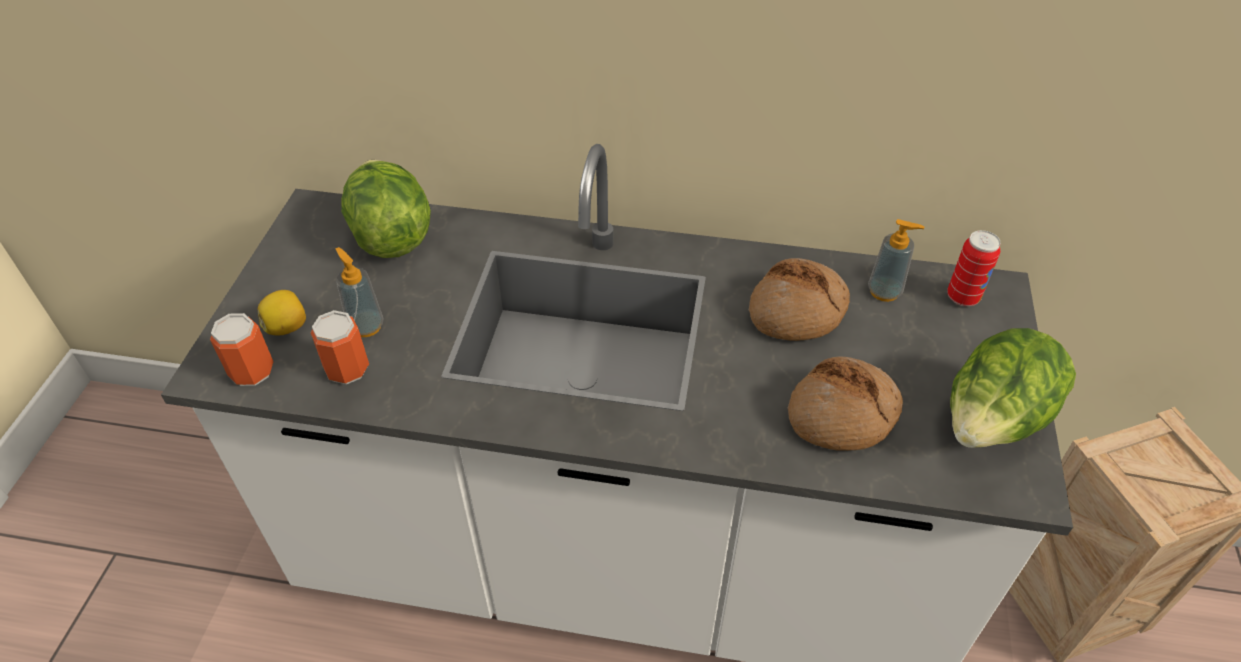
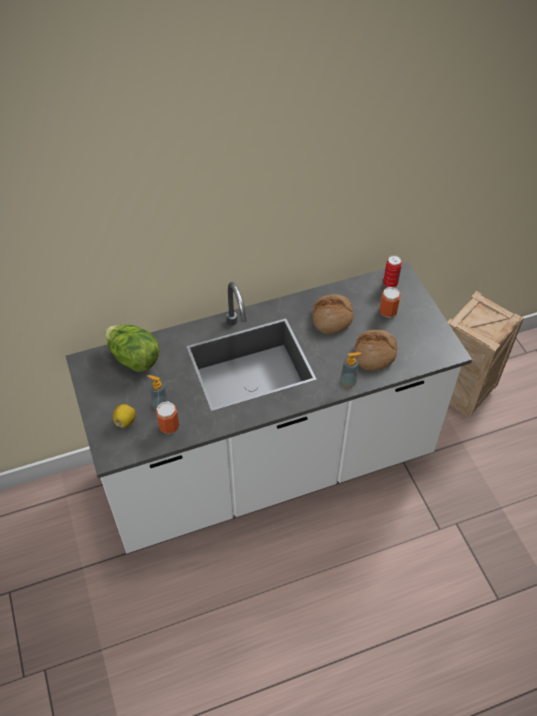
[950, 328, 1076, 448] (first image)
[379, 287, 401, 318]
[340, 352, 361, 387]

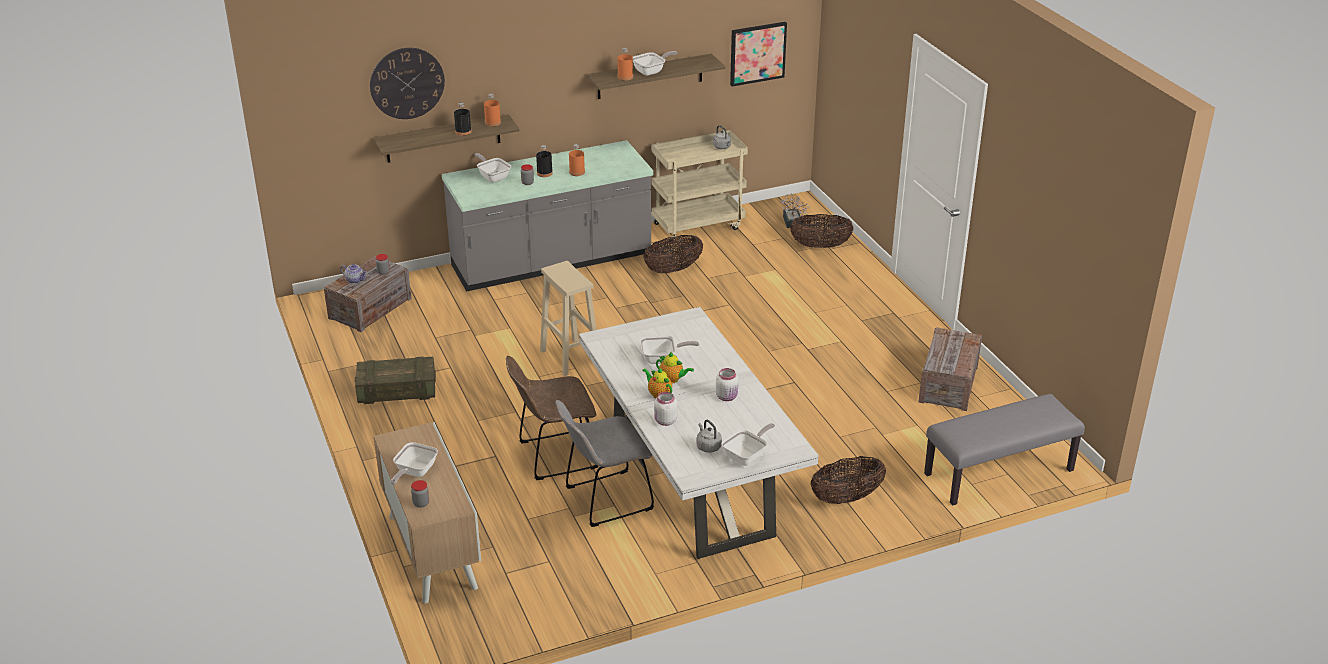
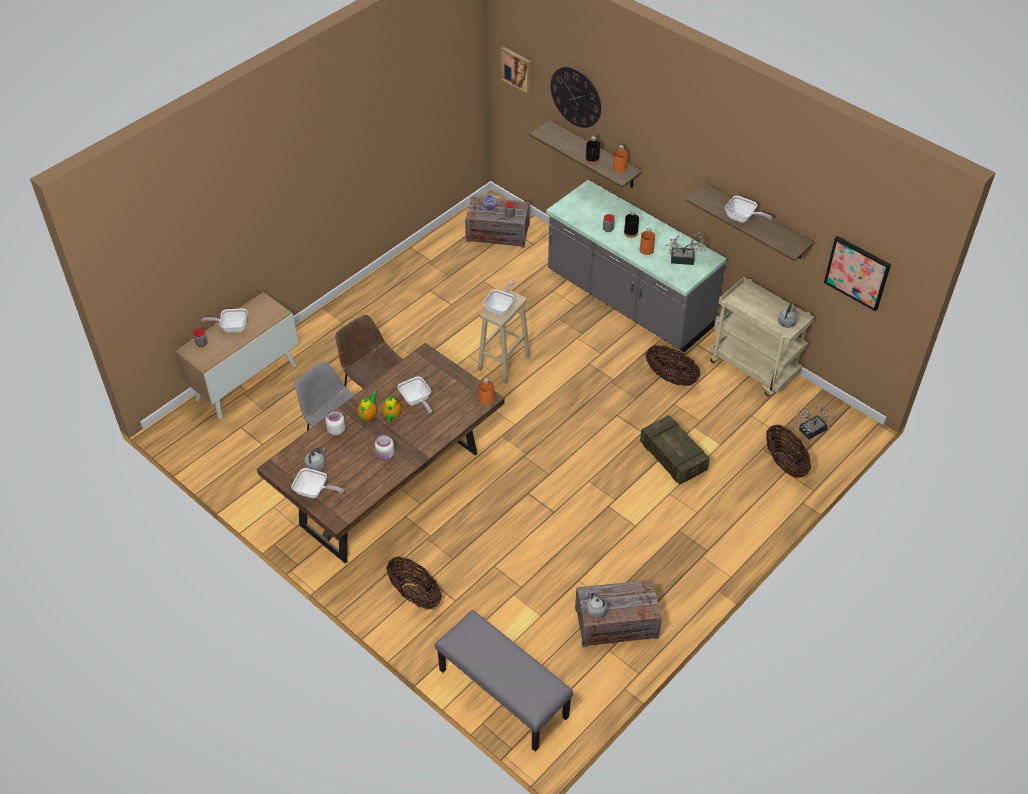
[500, 47, 531, 95]
[585, 592, 608, 618]
[666, 231, 706, 265]
[640, 415, 710, 485]
[483, 280, 515, 316]
[479, 378, 495, 406]
[257, 343, 505, 564]

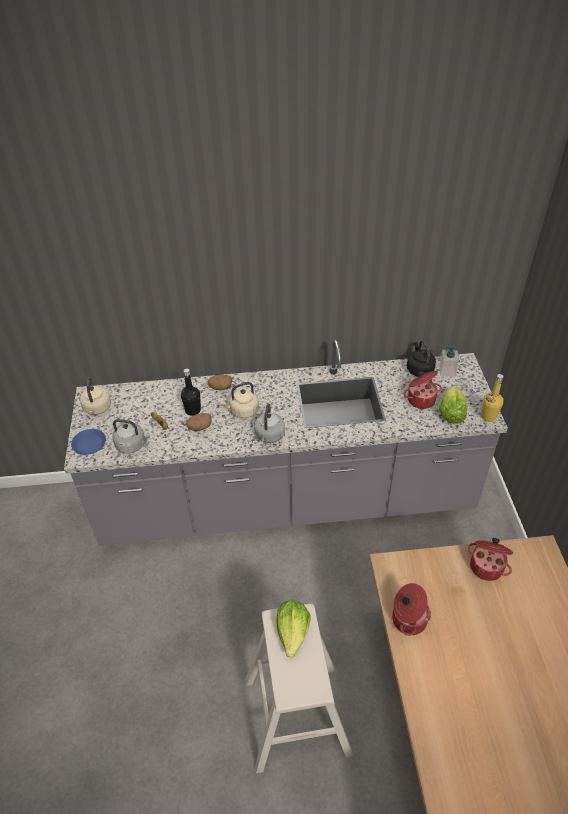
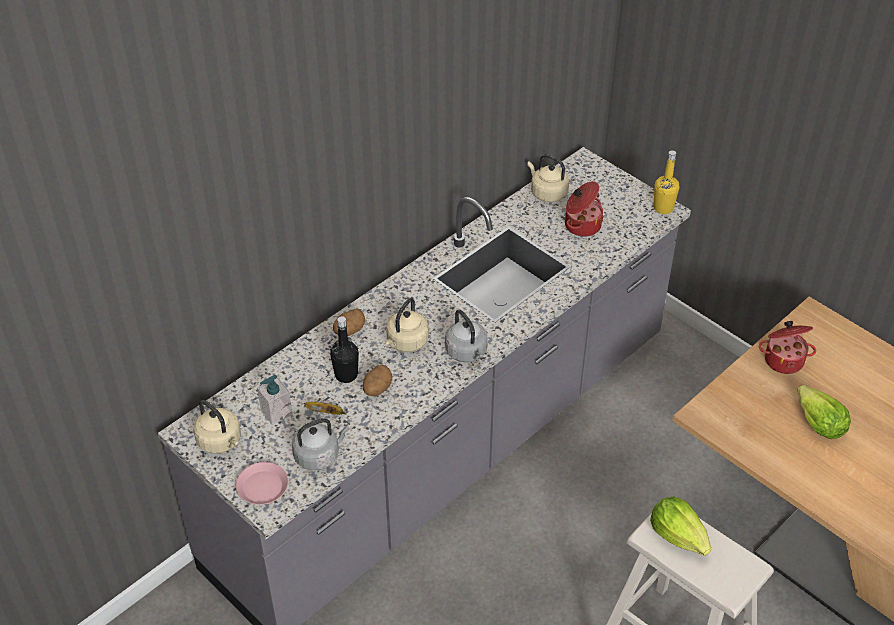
[392, 583, 431, 636] (first image)
[257, 375, 293, 425]
[797, 385, 851, 439]
[236, 462, 288, 505]
[527, 154, 569, 202]

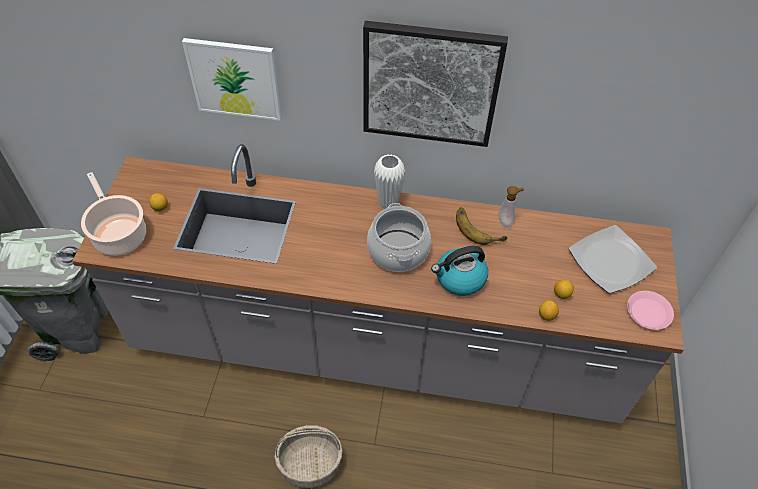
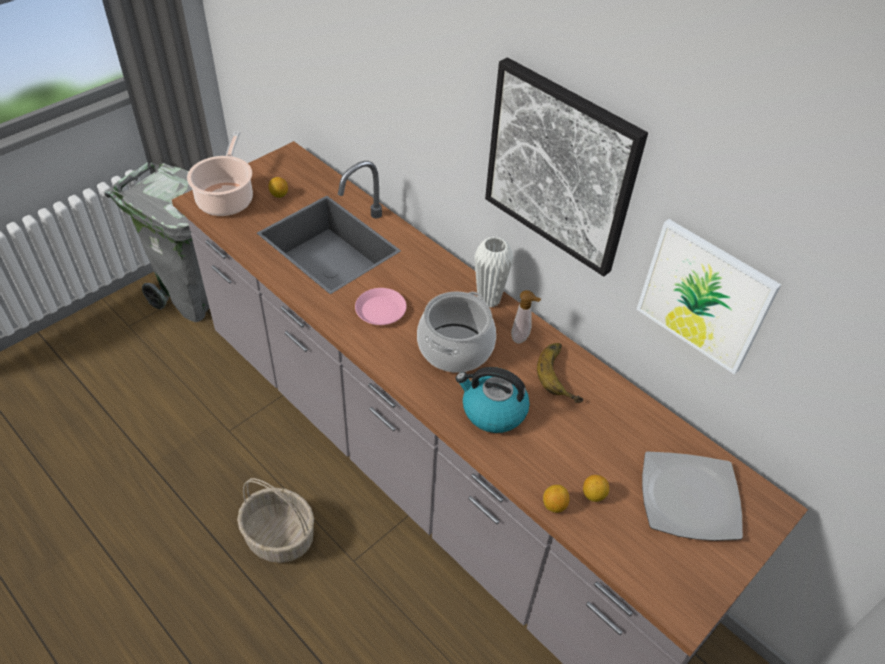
[636, 219, 781, 375]
[511, 290, 541, 344]
[355, 288, 407, 325]

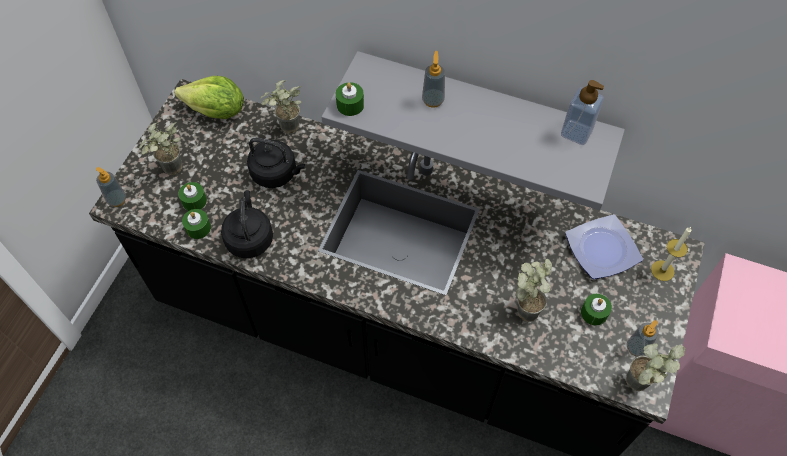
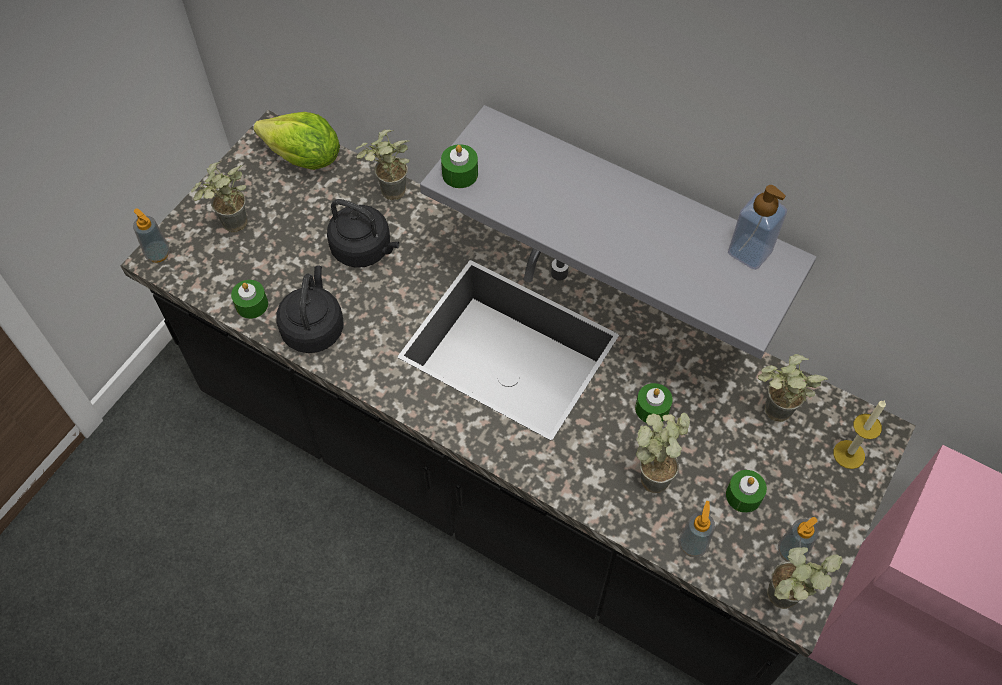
[635, 383, 673, 423]
[679, 501, 715, 557]
[758, 354, 828, 422]

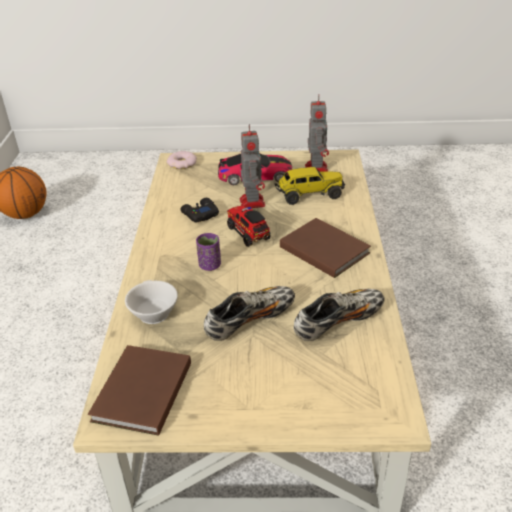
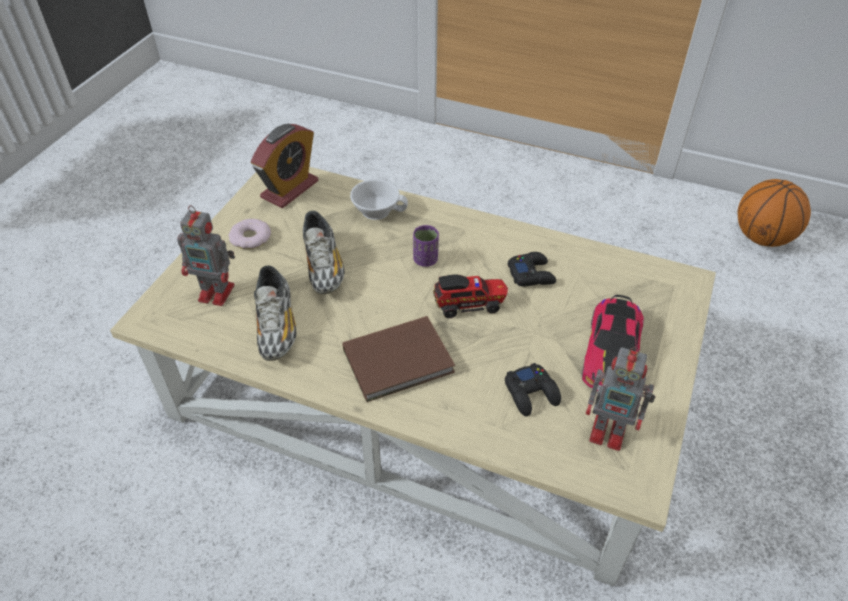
[228, 219, 271, 249]
[177, 205, 235, 306]
[251, 124, 318, 208]
[505, 363, 561, 416]

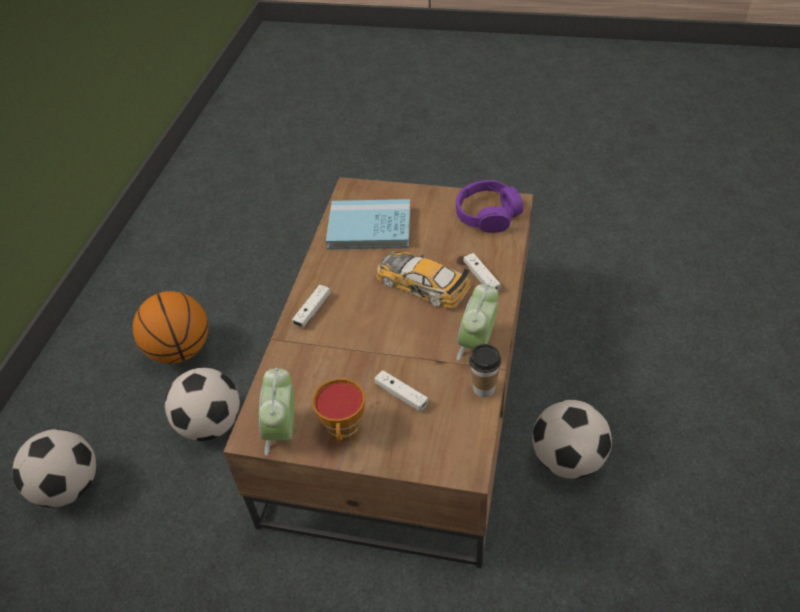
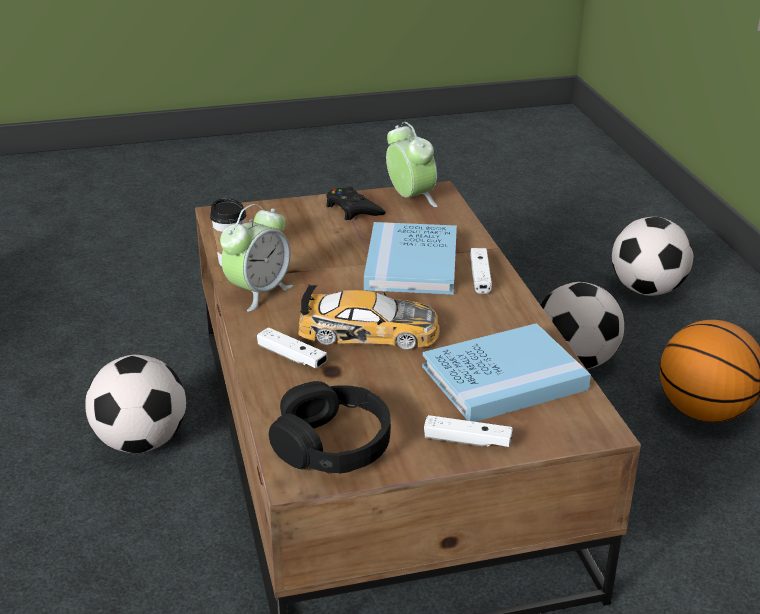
[364, 222, 457, 295]
[424, 415, 513, 447]
[326, 187, 385, 220]
[269, 381, 391, 474]
[220, 204, 293, 312]

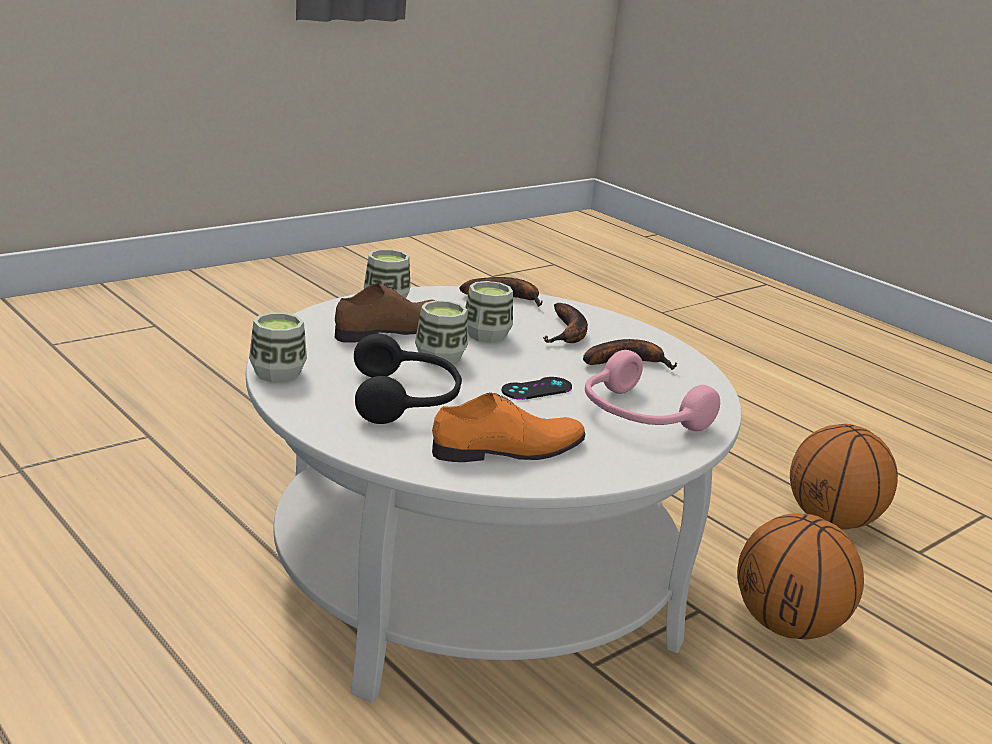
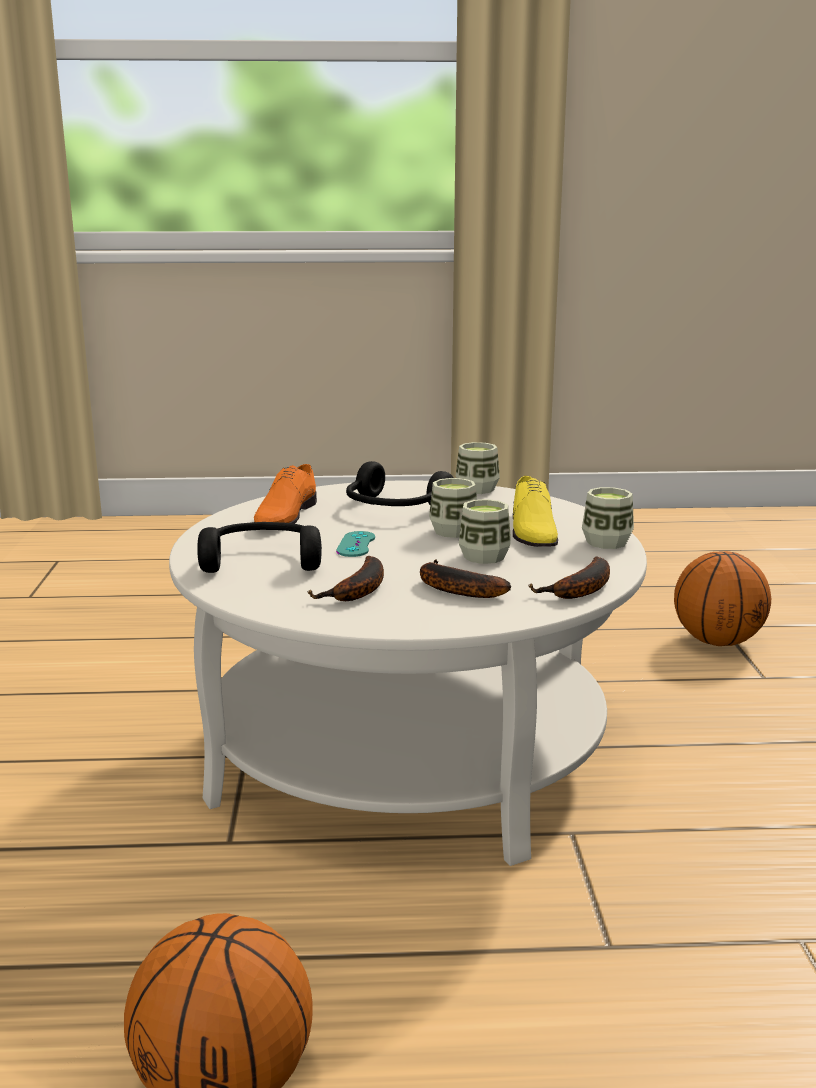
[674, 551, 771, 646]
[513, 476, 558, 547]
[336, 531, 375, 557]
[197, 522, 322, 573]

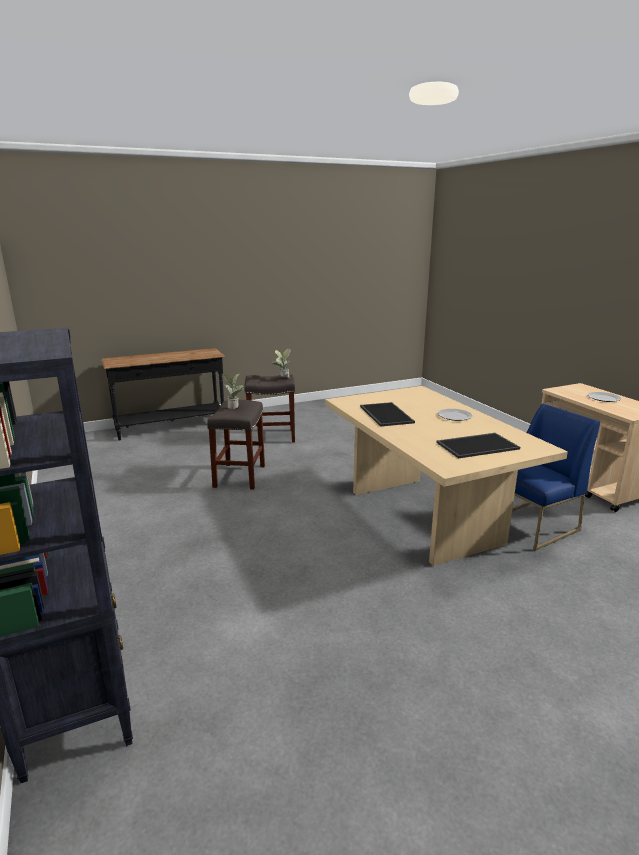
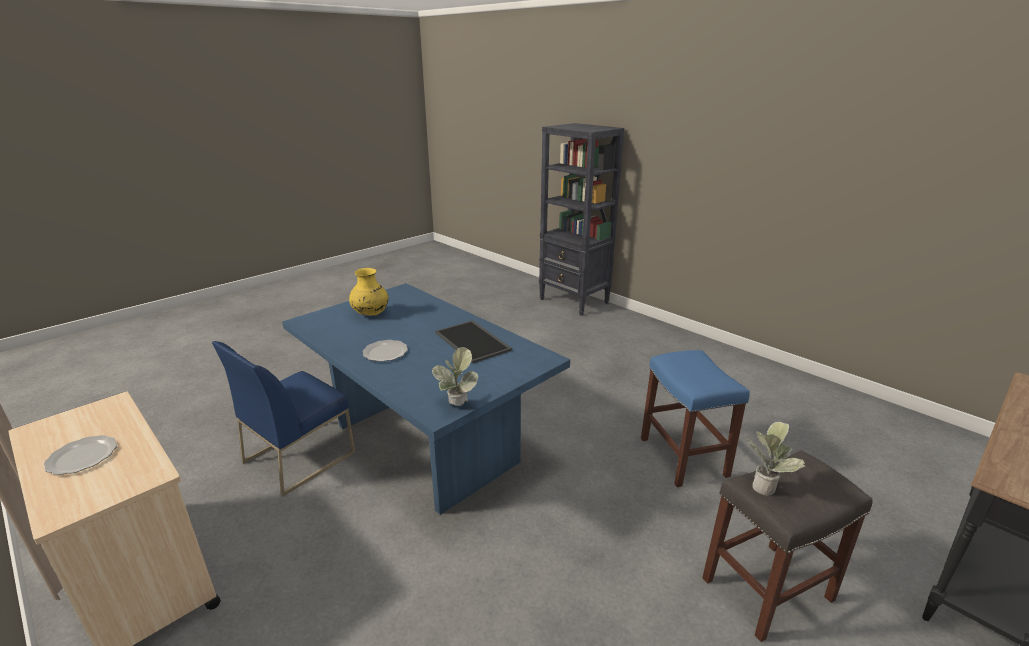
[432, 347, 478, 406]
[349, 268, 389, 316]
[641, 350, 750, 487]
[282, 283, 570, 515]

